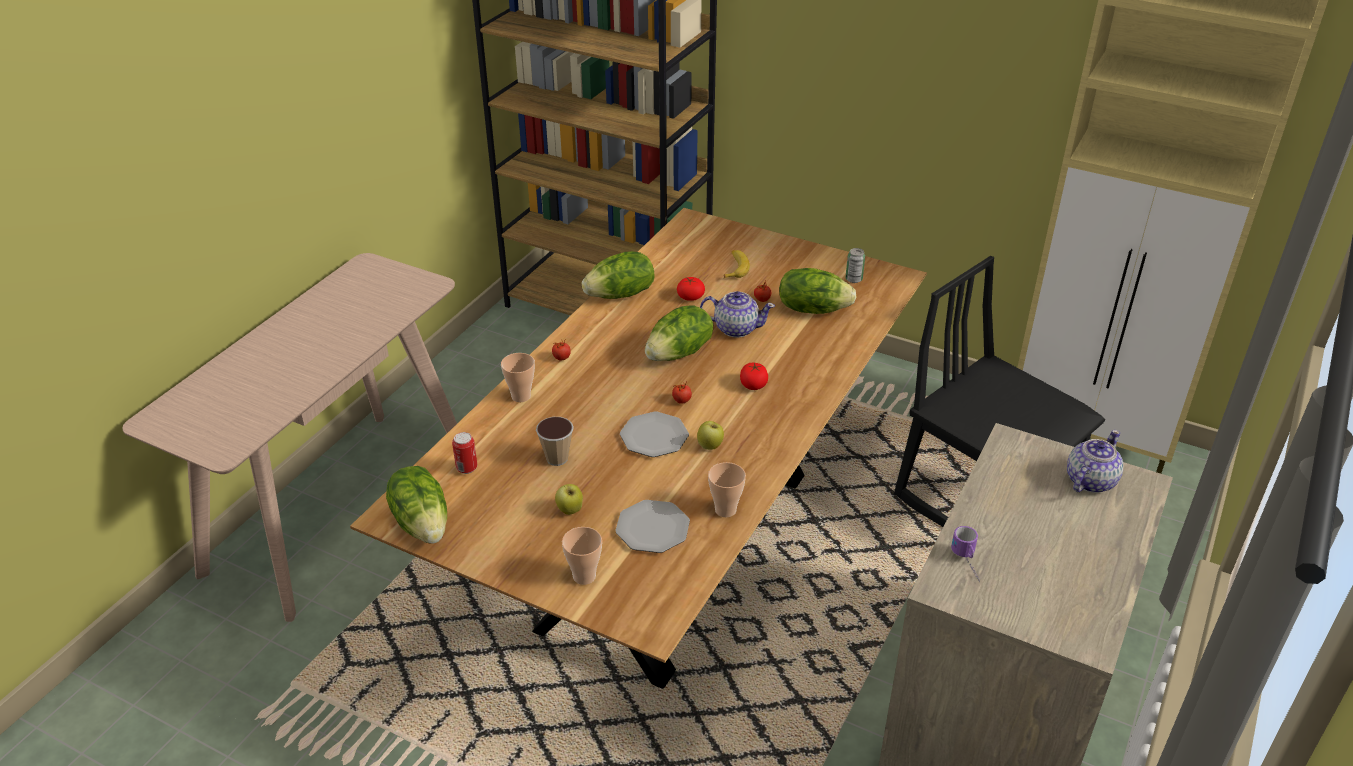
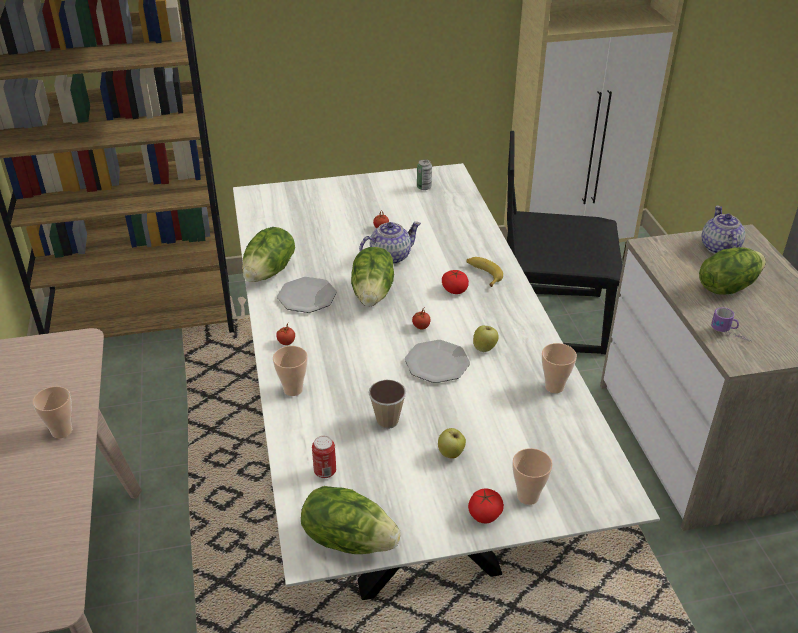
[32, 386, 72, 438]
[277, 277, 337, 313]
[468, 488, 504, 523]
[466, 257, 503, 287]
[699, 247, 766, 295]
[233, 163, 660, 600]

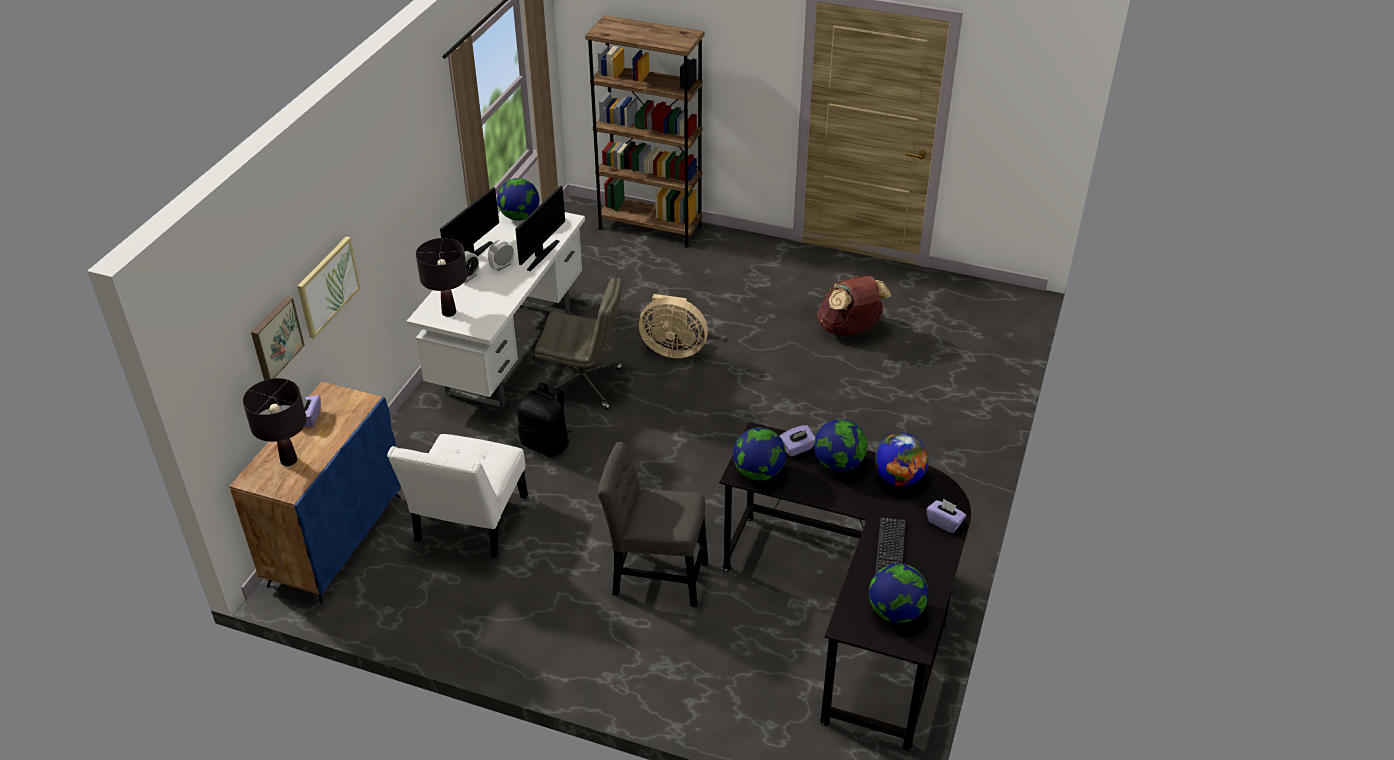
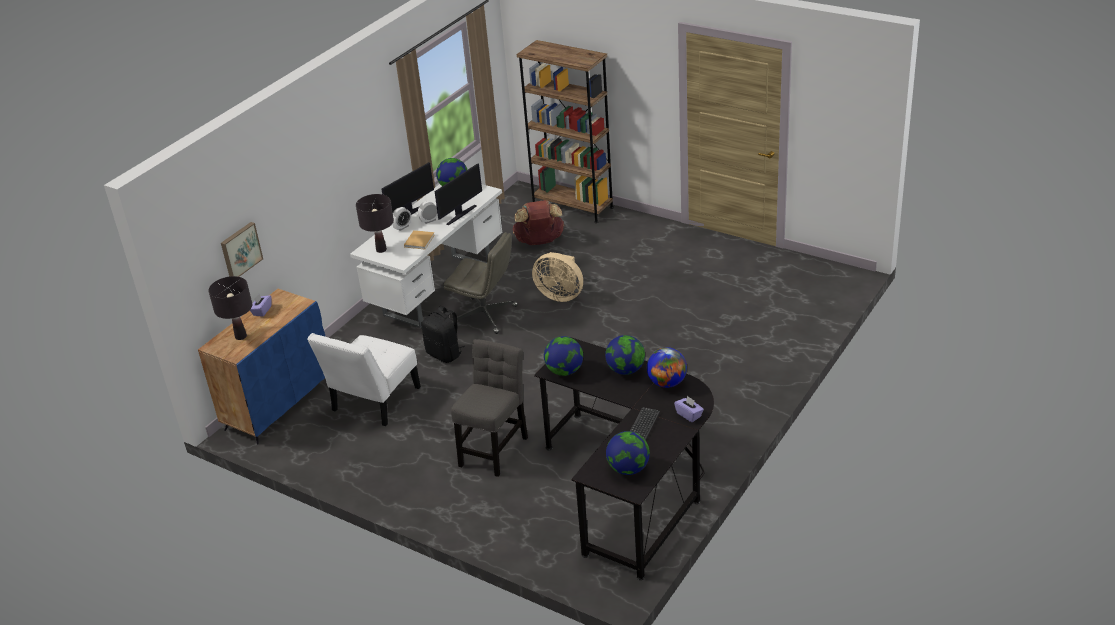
[297, 236, 361, 339] (first image)
[779, 425, 815, 457] (first image)
[404, 230, 435, 249]
[512, 200, 564, 245]
[451, 339, 528, 477]

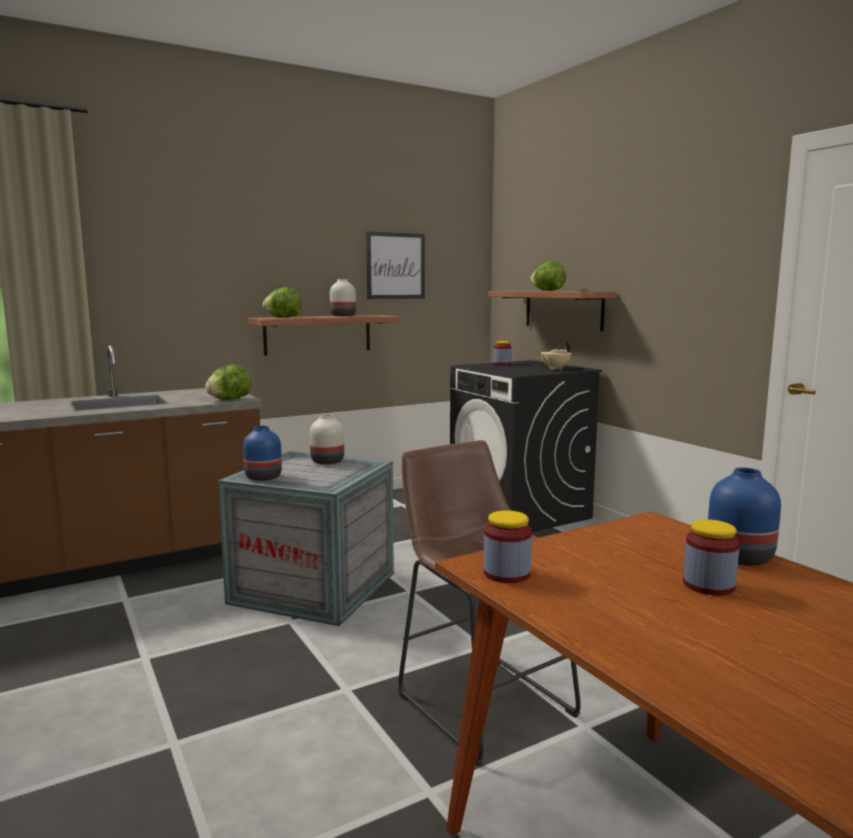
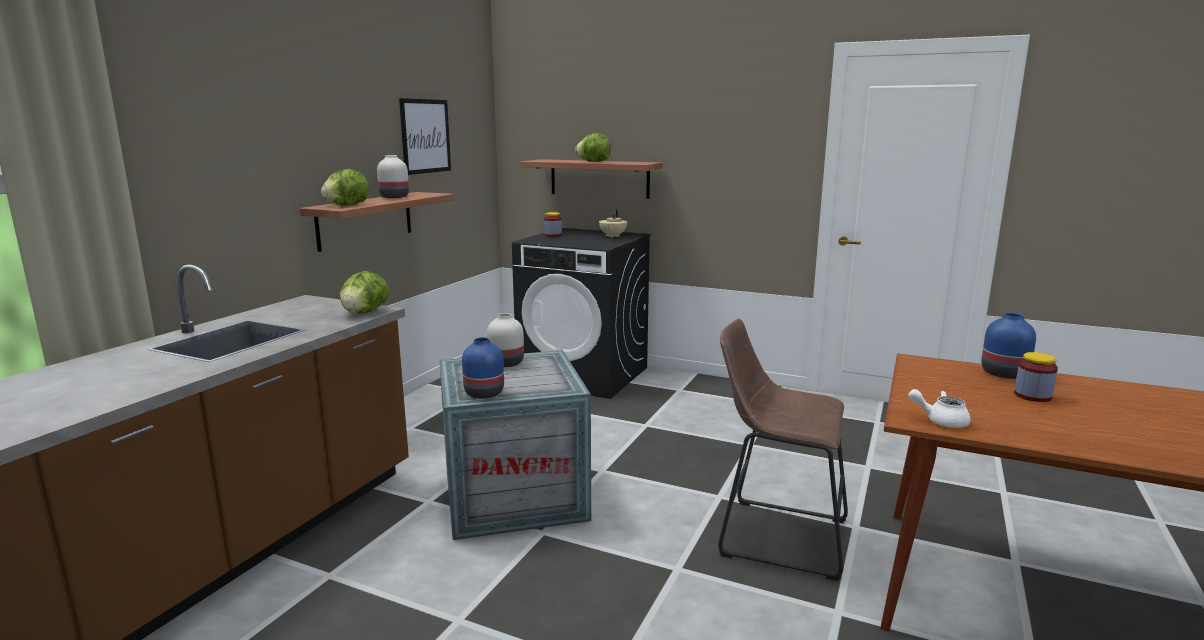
[908, 389, 971, 428]

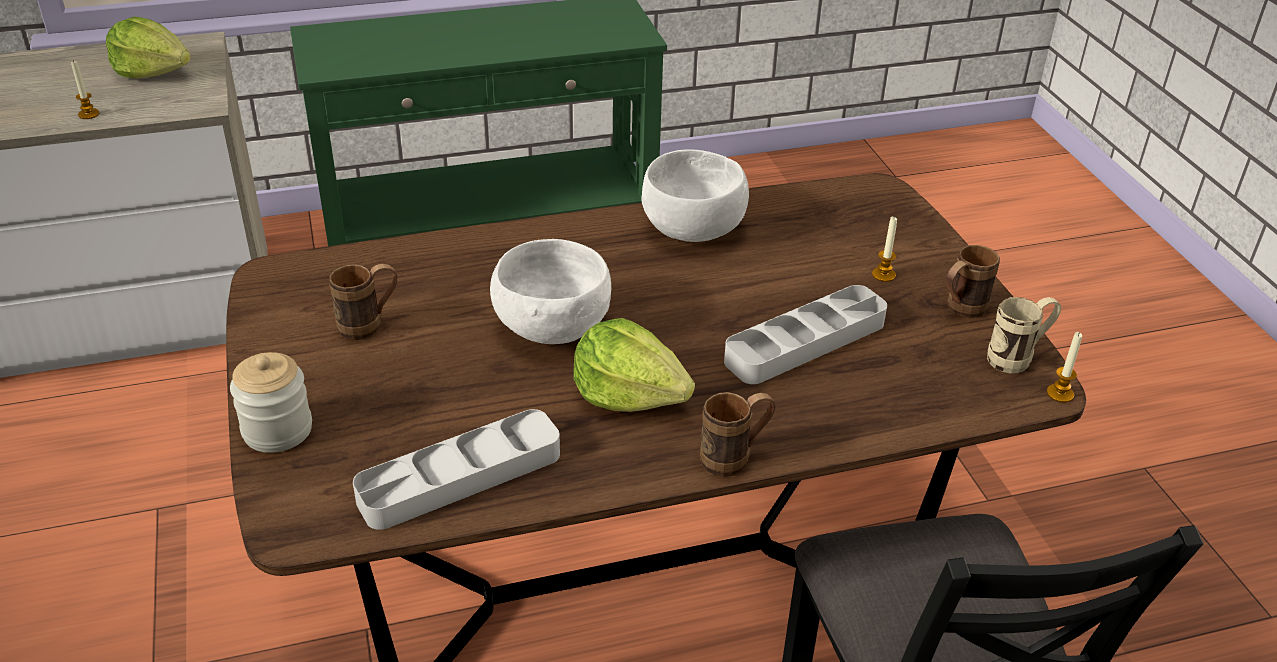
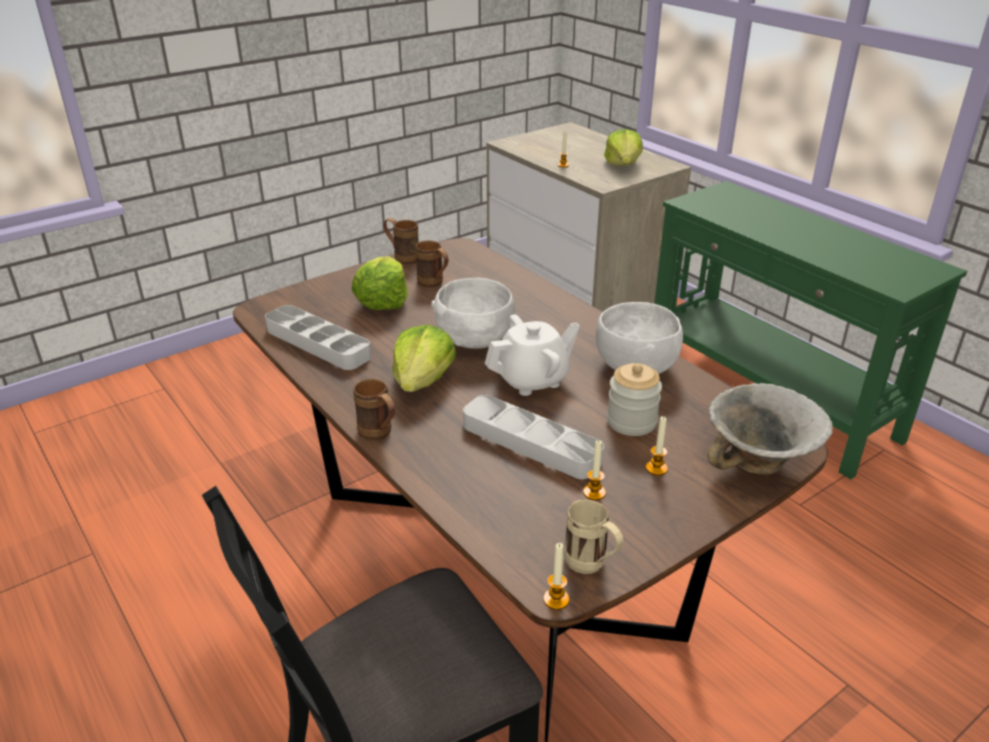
[352, 256, 408, 310]
[485, 314, 580, 396]
[583, 440, 606, 500]
[707, 383, 833, 475]
[607, 363, 662, 436]
[383, 218, 419, 265]

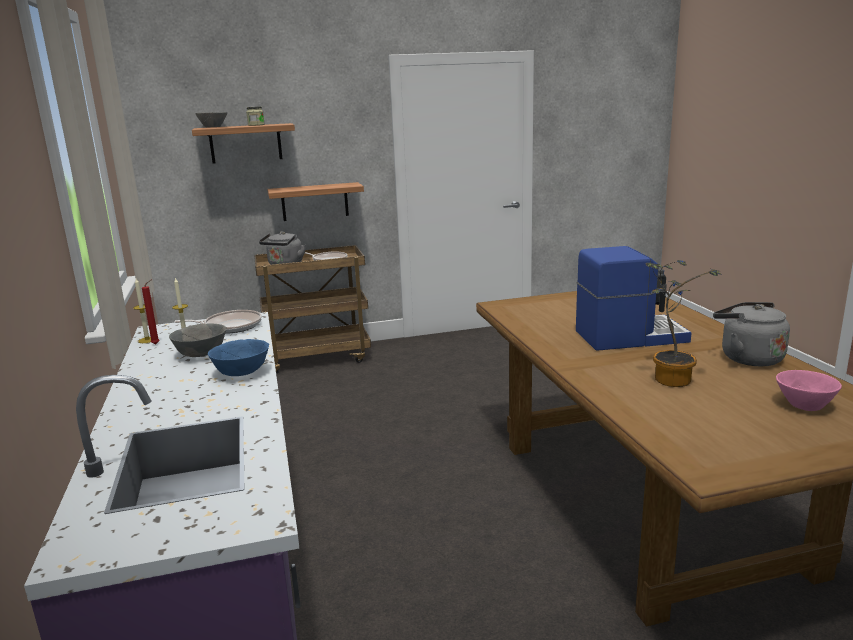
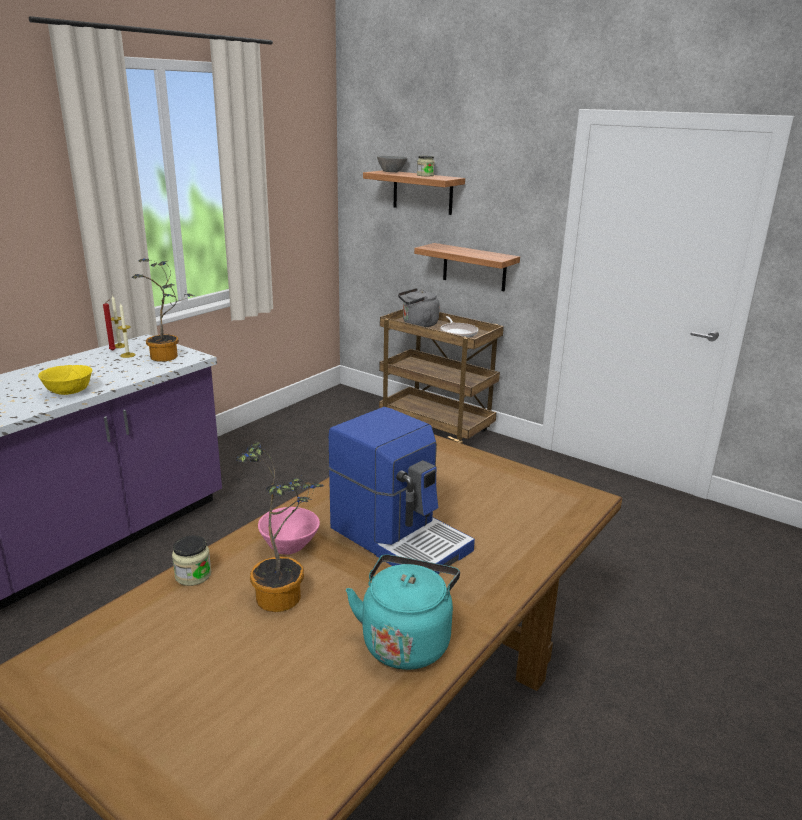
[169, 323, 227, 357] (first image)
[172, 535, 211, 586]
[258, 507, 320, 555]
[132, 258, 194, 362]
[38, 365, 93, 395]
[346, 554, 460, 670]

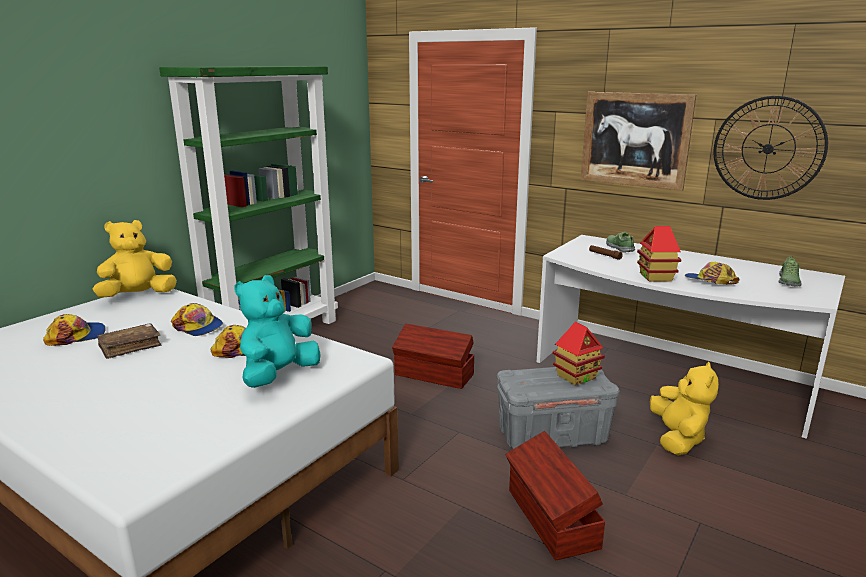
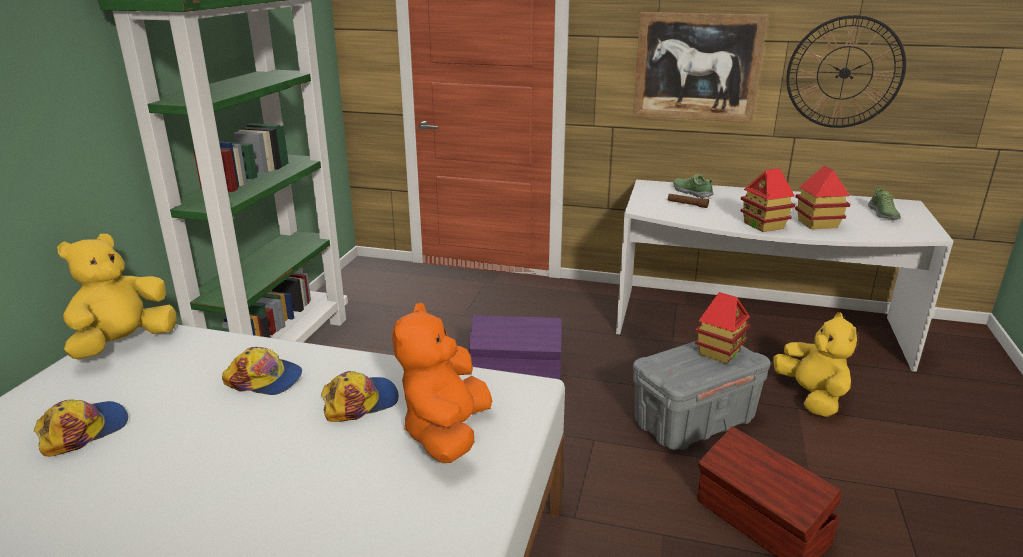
[97, 323, 161, 359] (first image)
[795, 166, 850, 229]
[392, 303, 492, 463]
[469, 315, 562, 380]

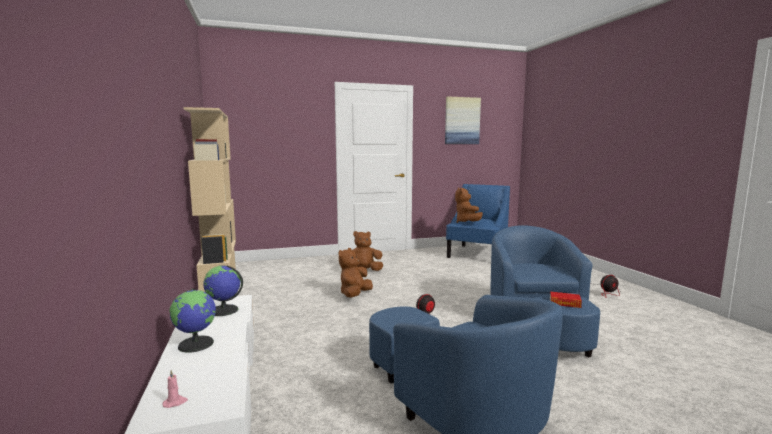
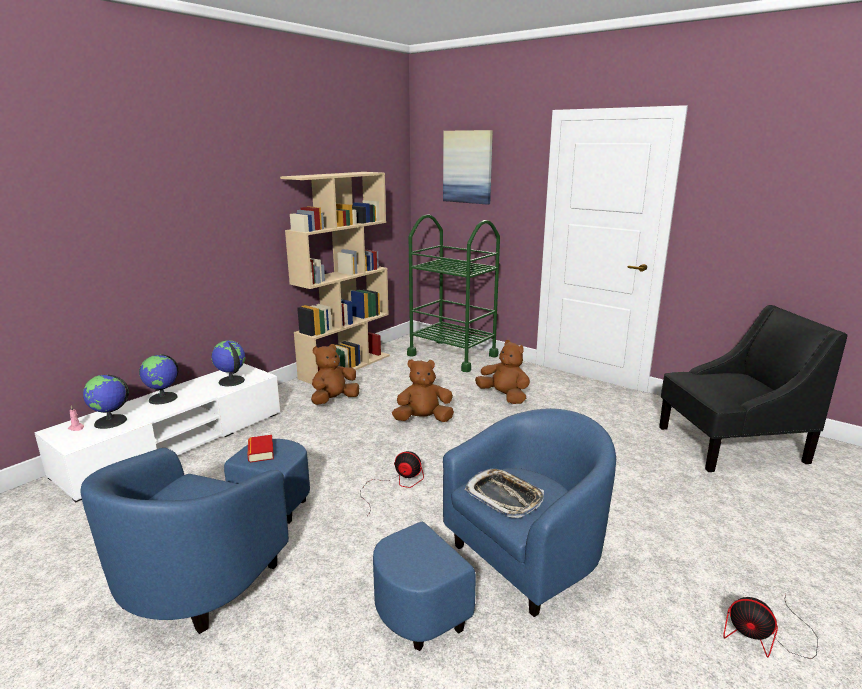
[83, 375, 129, 429]
[407, 214, 500, 372]
[465, 468, 544, 518]
[443, 130, 493, 205]
[311, 344, 359, 405]
[248, 435, 274, 462]
[659, 305, 847, 472]

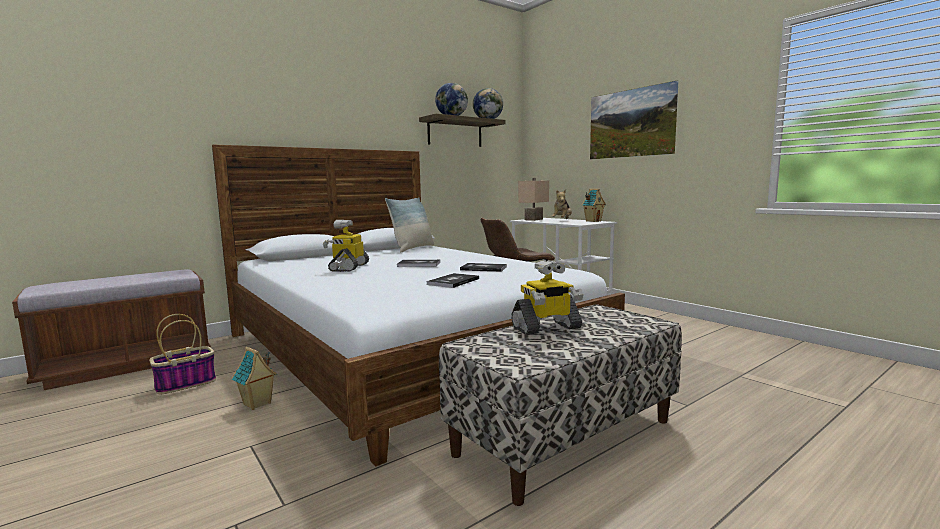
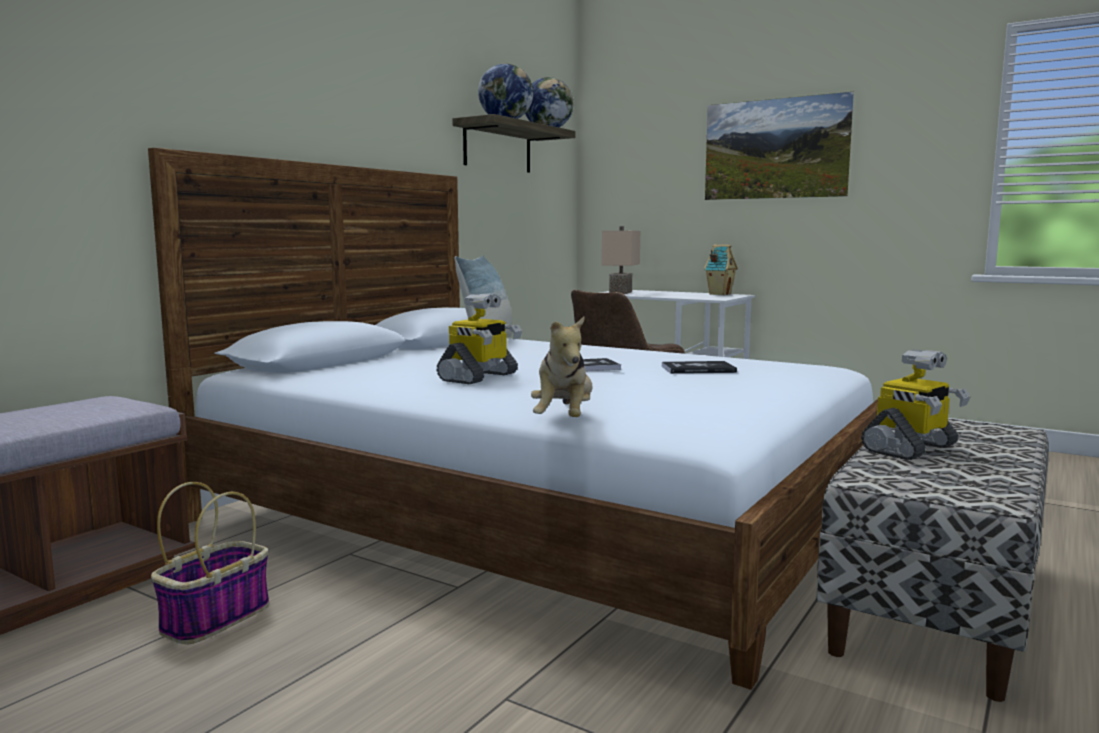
[232, 347, 277, 410] (first image)
[426, 273, 479, 288] (first image)
[531, 317, 593, 417]
[436, 293, 522, 384]

